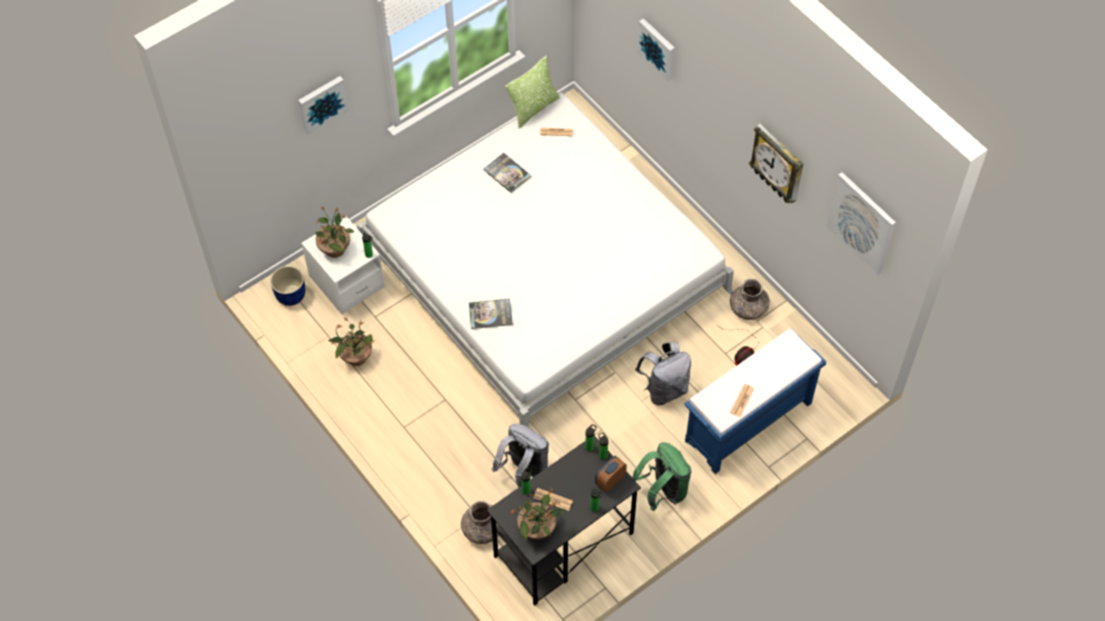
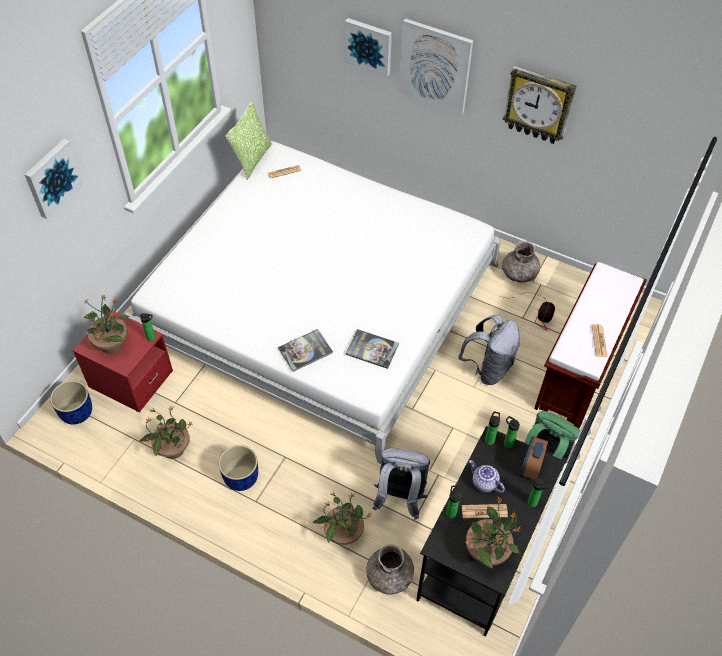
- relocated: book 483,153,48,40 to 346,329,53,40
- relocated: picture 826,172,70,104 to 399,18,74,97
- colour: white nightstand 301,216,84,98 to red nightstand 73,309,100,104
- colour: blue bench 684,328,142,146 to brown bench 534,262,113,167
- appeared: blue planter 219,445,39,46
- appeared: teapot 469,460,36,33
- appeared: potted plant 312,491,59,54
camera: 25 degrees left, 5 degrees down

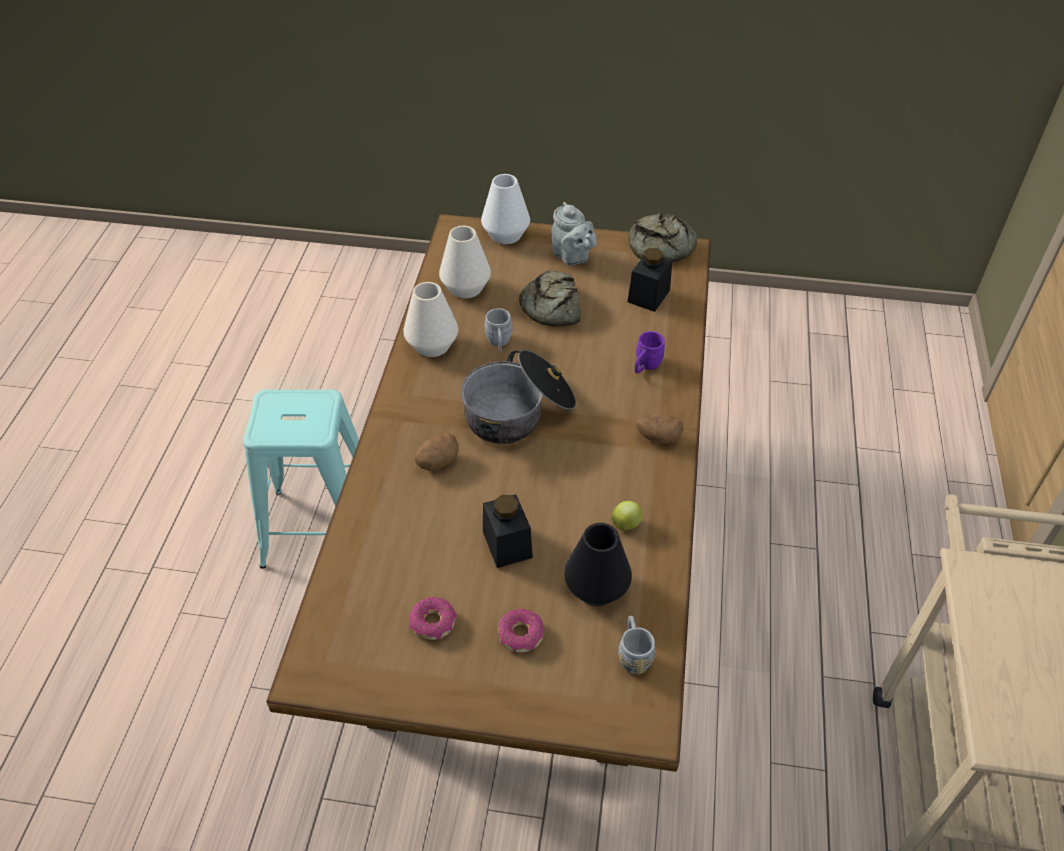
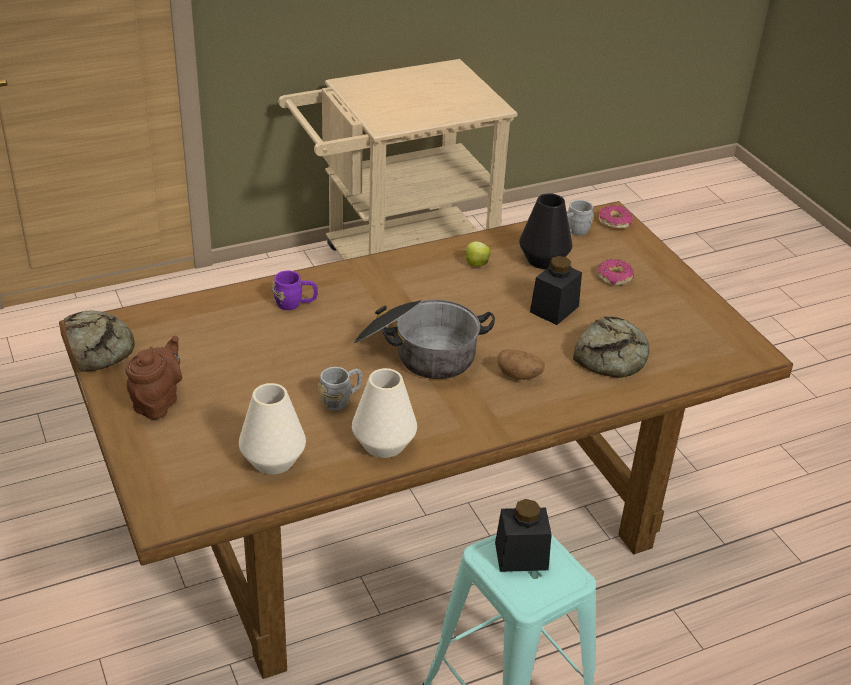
- missing: white vase 481,174,49,70
- colour: grey teapot 552,202,45,63 to brown teapot 126,336,56,84
- relocated: black jar 628,248,44,64 to 495,499,57,73
- relocated: bread 519,270,62,56 to 573,316,76,62
- missing: potato 636,412,47,31
- relocated: donut 409,597,48,43 to 599,205,34,24
camera: 125 degrees left, 10 degrees down

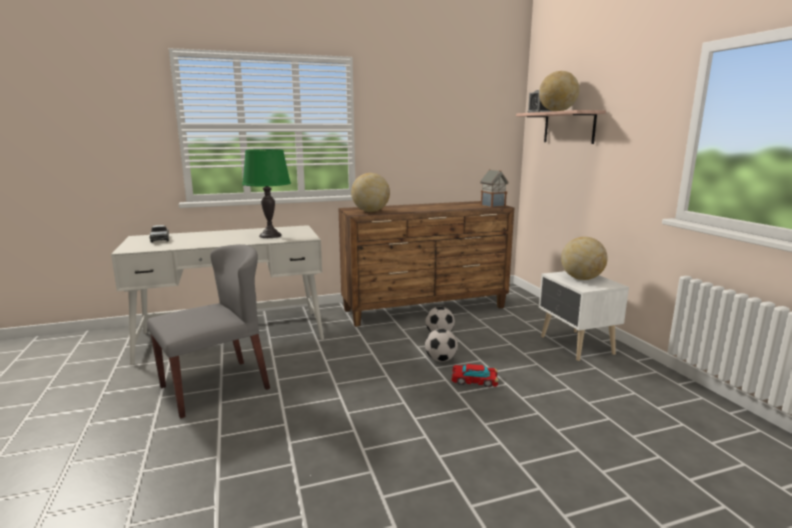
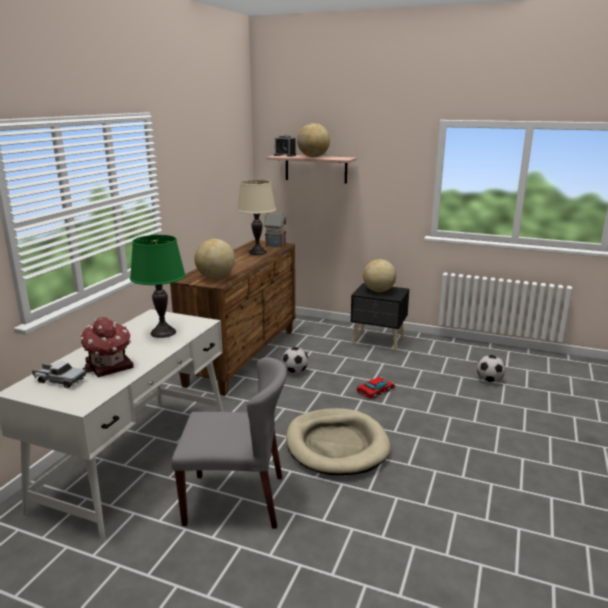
- spun: grey chair 147,244,123,175 = 171,357,116,172 90 degrees clockwise
- colour: white nightstand 539,271,90,90 to black nightstand 351,283,58,68
- relocated: football 425,329,33,33 to 477,355,28,27
- appeared: beige table lamp 237,180,39,75
- appeared: toy house 80,317,54,60
- appeared: beige dog bed 286,408,105,67
camera: 50 degrees left, 5 degrees up

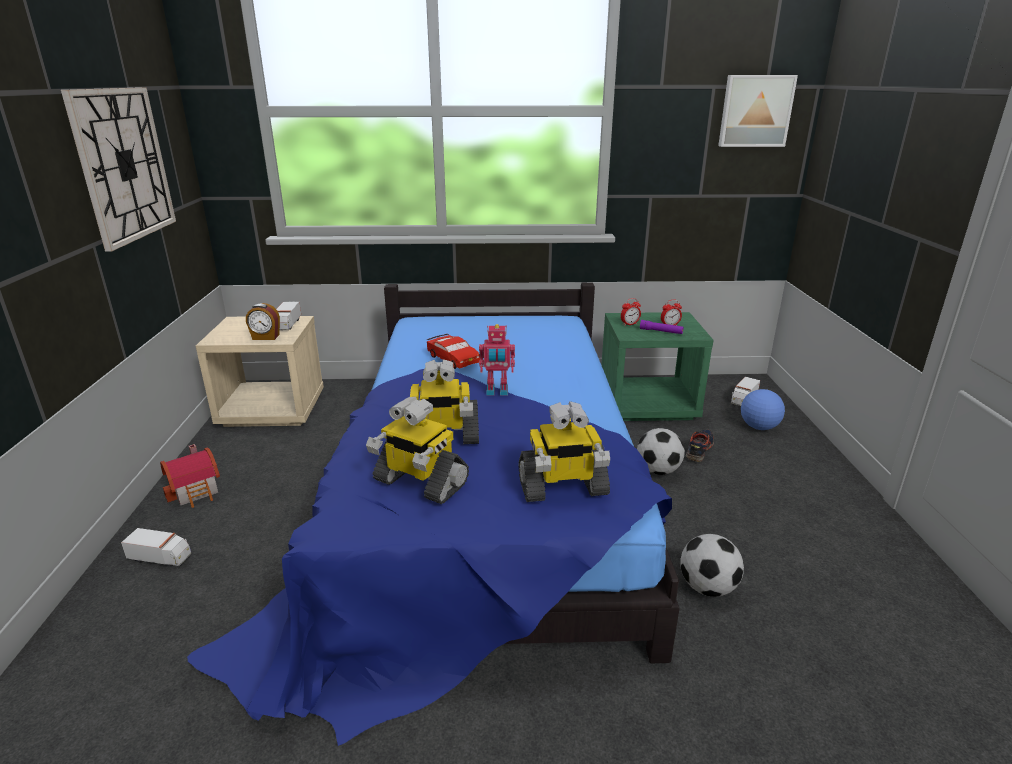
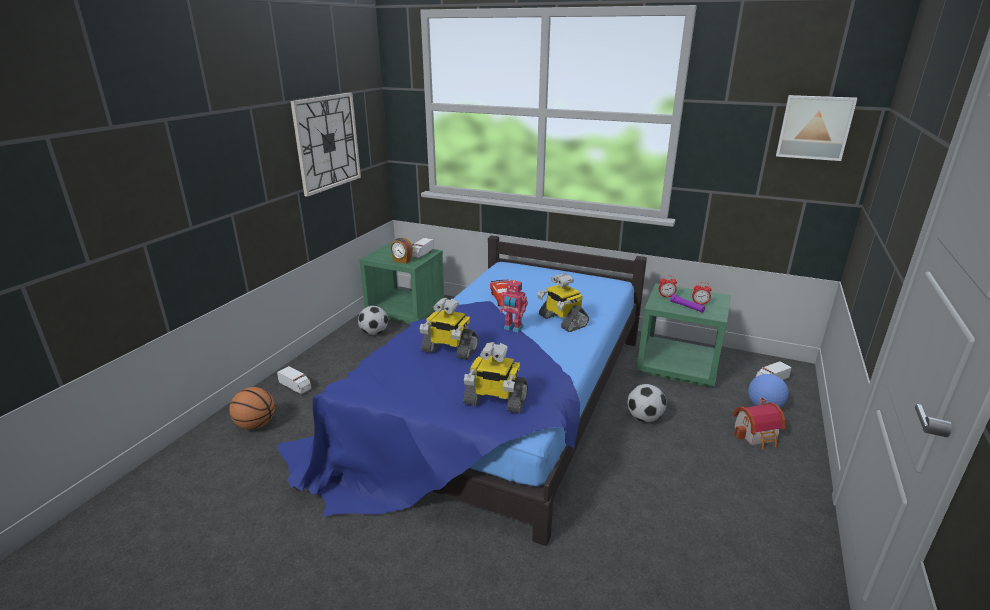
- colour: beige nightstand 196,316,128,111 to green nightstand 360,242,85,82
- relocated: toy robot 366,397,103,107 to 537,274,52,58
- missing: shoe 686,429,28,33
- relocated: toy house 160,444,60,64 to 733,398,52,52
- relocated: football 680,534,64,63 to 358,306,30,29
- appeared: basketball 229,387,46,43
camera: 25 degrees right, 0 degrees up

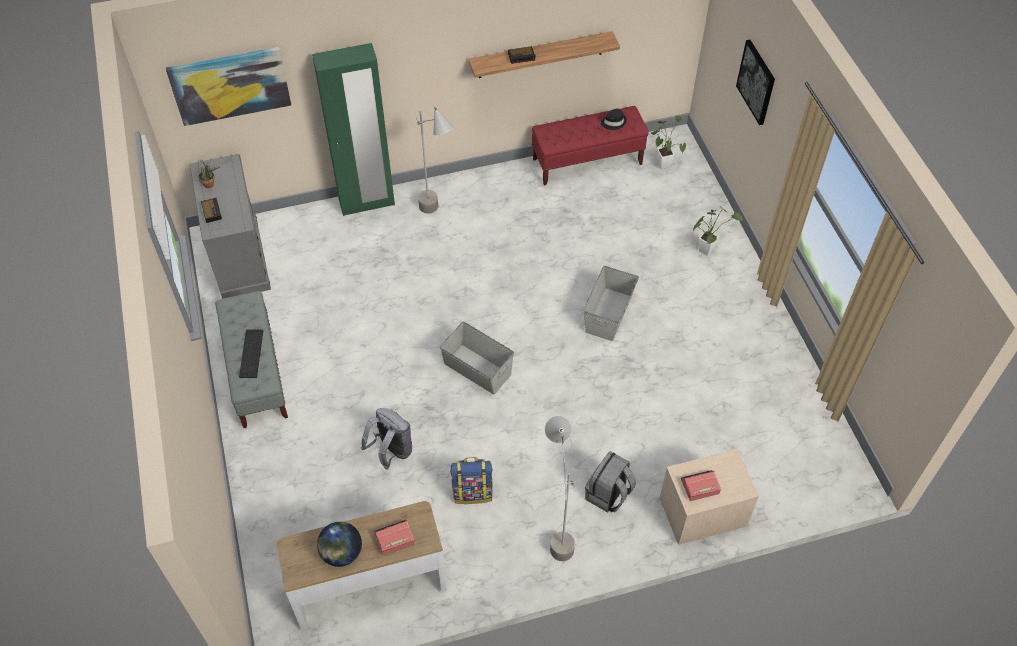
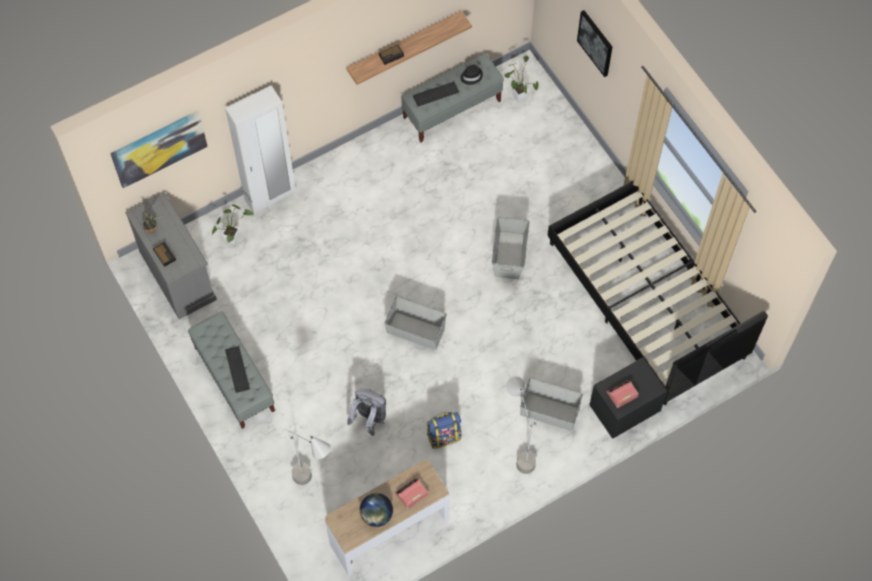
- colour: green wardrobe 312,43,83,173 to white wardrobe 225,85,71,129
- colour: red bench 532,106,117,80 to grey bench 401,54,103,88
- relocated: grey floor lamp 416,107,38,107 to 288,430,43,55
- relocated: potted plant 693,207,49,48 to 212,204,42,41
- colour: beige nightstand 660,449,99,96 to black nightstand 589,357,78,82
- exchanged: grey backpack 585,451,51,62 to grey storage box 520,378,63,53
- appeared: keyboard 413,82,46,24
- appeared: black bed 548,181,220,224
camera: 15 degrees left, 10 degrees up

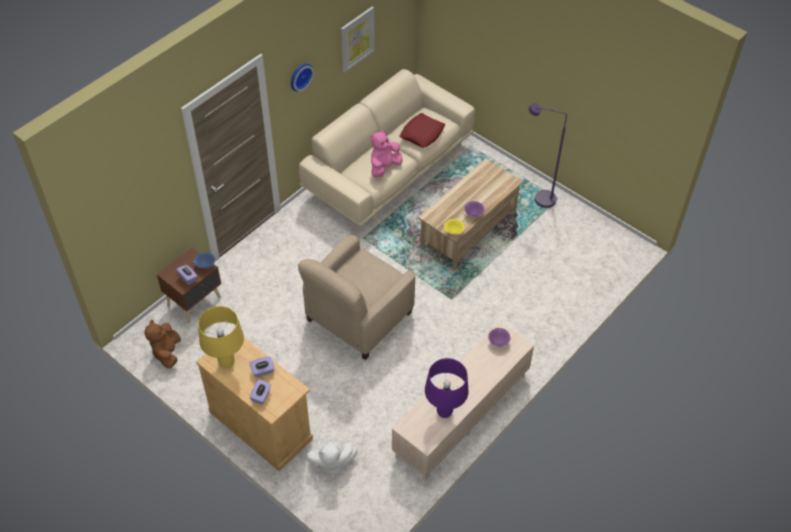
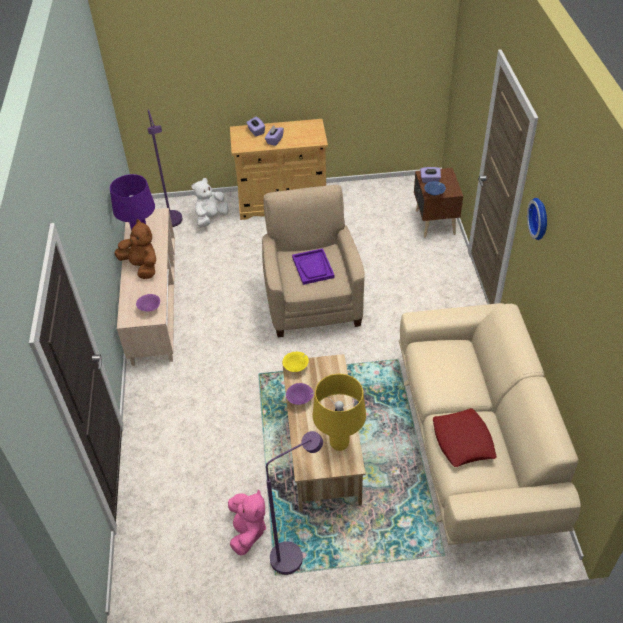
- missing: picture 341,7,34,66
- relocated: pink plush toy 370,130,33,48 to 228,489,38,67
- relocated: yellow table lamp 198,306,46,62 to 313,374,53,77
- relocated: brown plush toy 144,320,37,48 to 114,219,42,60
- appeared: purple floor lamp 147,109,35,118
- appeared: purple tray 292,248,43,37
camera: 135 degrees right, 5 degrees down

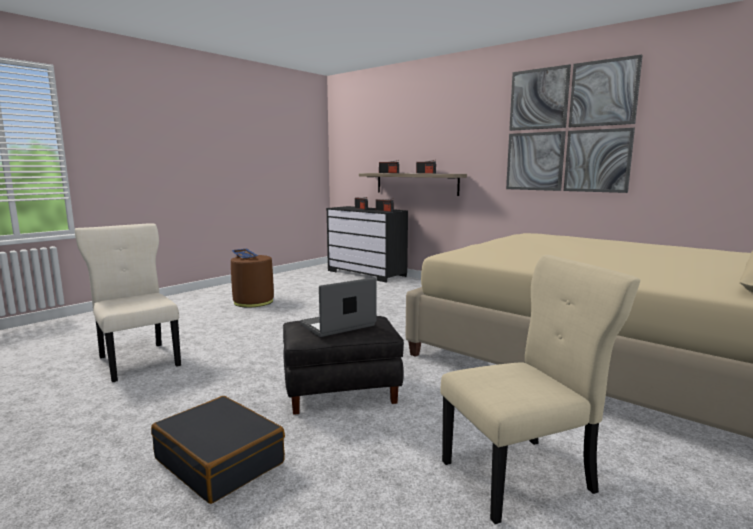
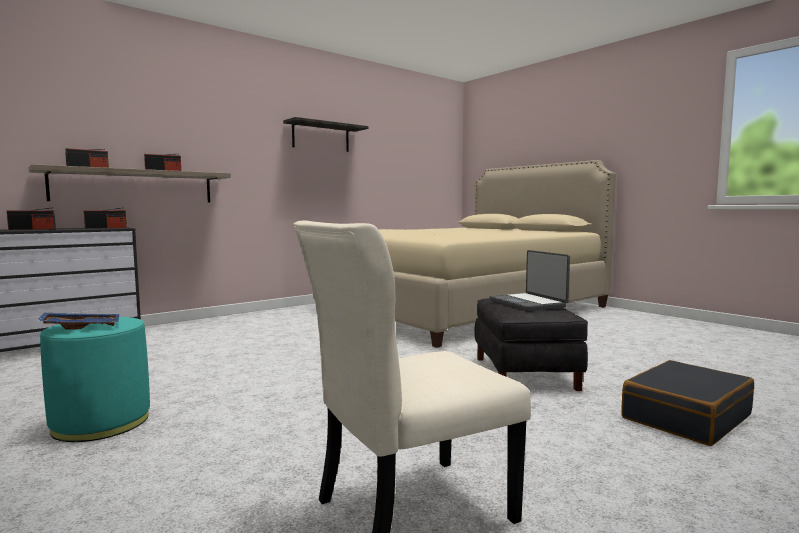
- exchanged: picture 506,54,137,139 to shelf 283,117,85,35
- colour: brown ottoman 231,255,43,52 to turquoise ottoman 40,317,110,125
- missing: beige chair 440,255,200,269
camera: 80 degrees left, 5 degrees down

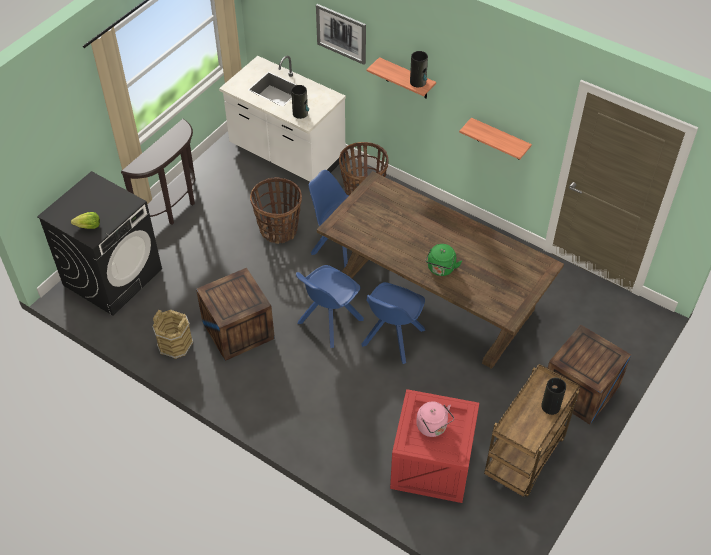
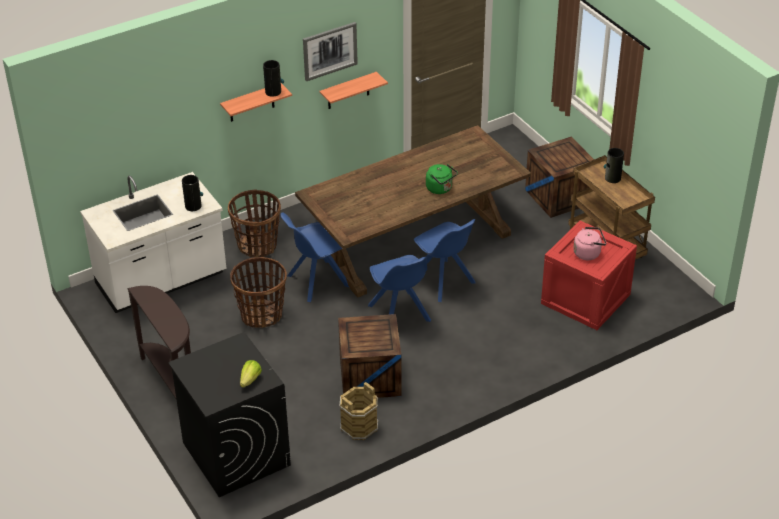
- relocated: picture 316,4,50,61 to 303,22,55,59
camera: 65 degrees left, 10 degrees down

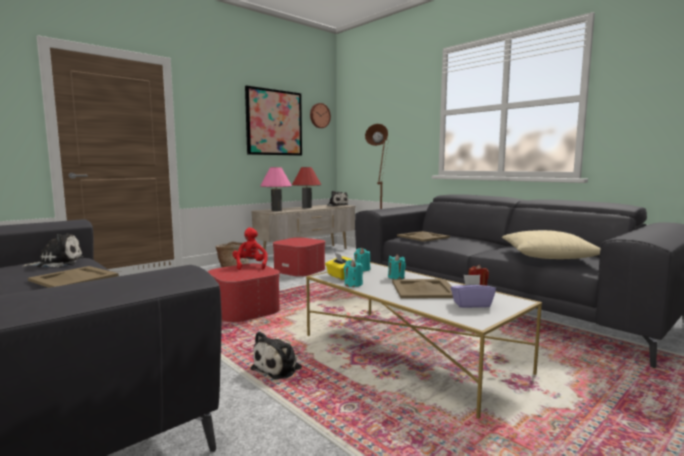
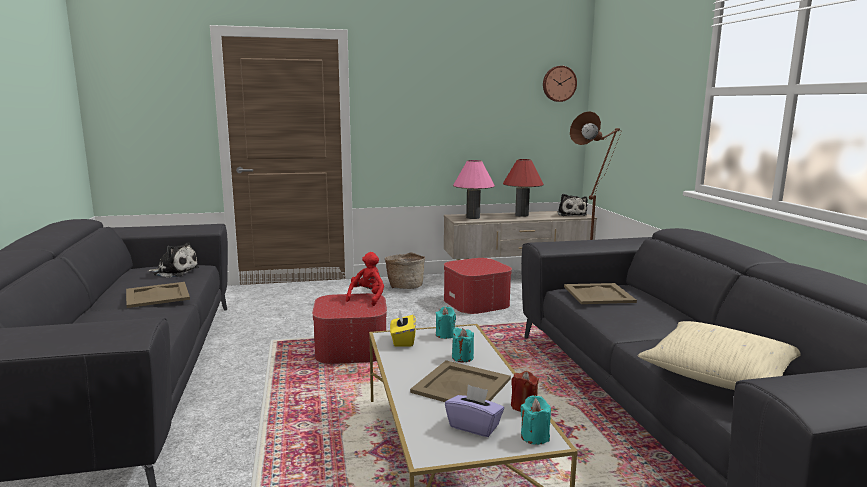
- missing: picture 245,85,57,71
- relocated: turquoise candle 344,260,19,27 to 521,395,30,50
- missing: plush toy 251,331,51,49
camera: 30 degrees right, 5 degrees up

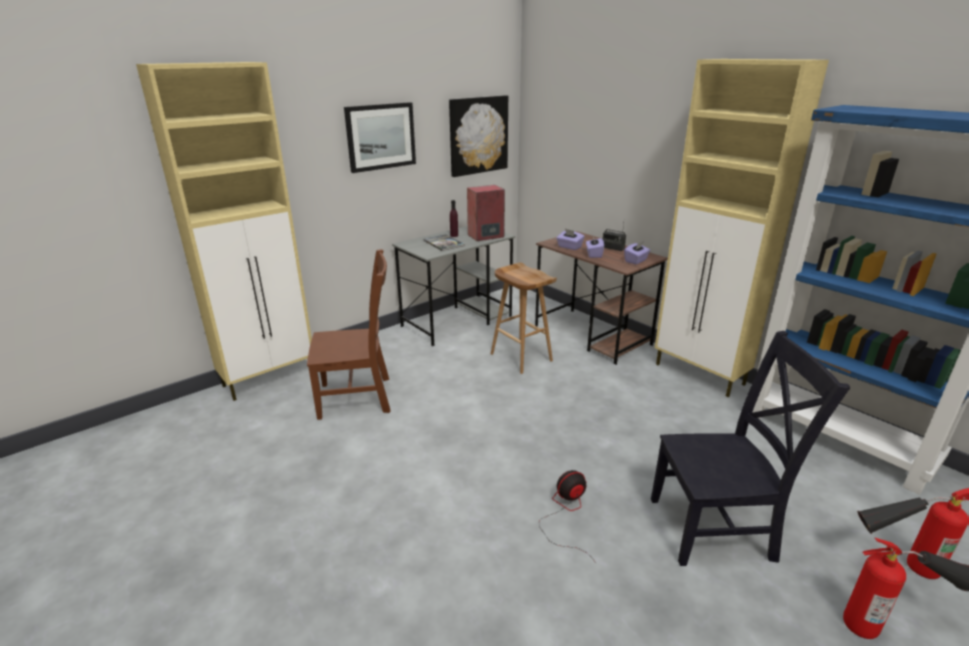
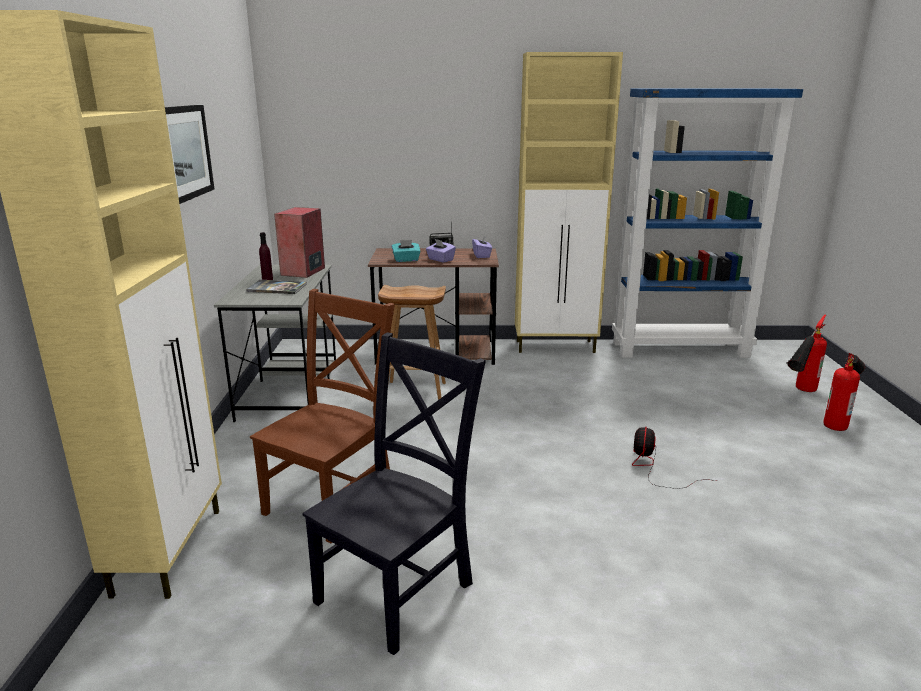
- missing: picture 449,95,59,82
- colour: purple tissue box 556,229,29,21 to turquoise tissue box 392,240,29,22
- relocated: black chair 651,331,199,235 to 302,333,184,322
camera: 50 degrees left, 5 degrees down

